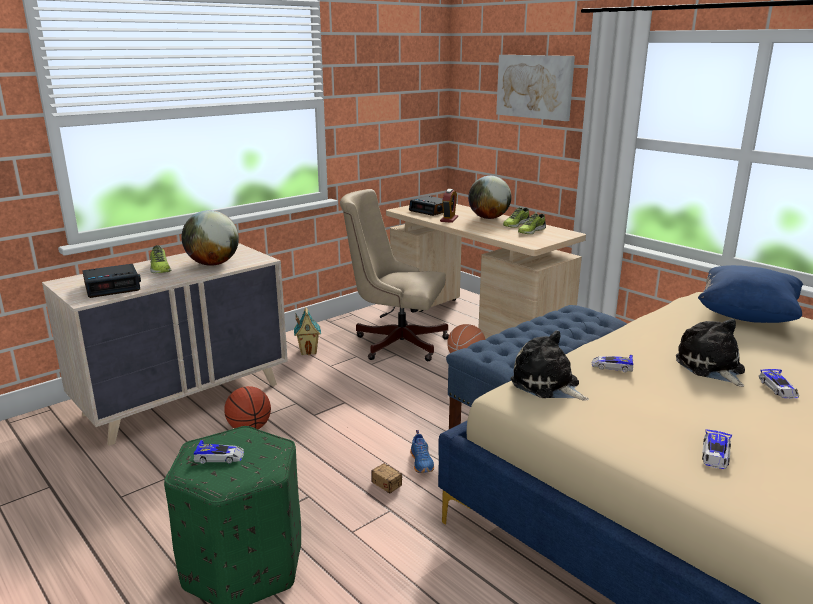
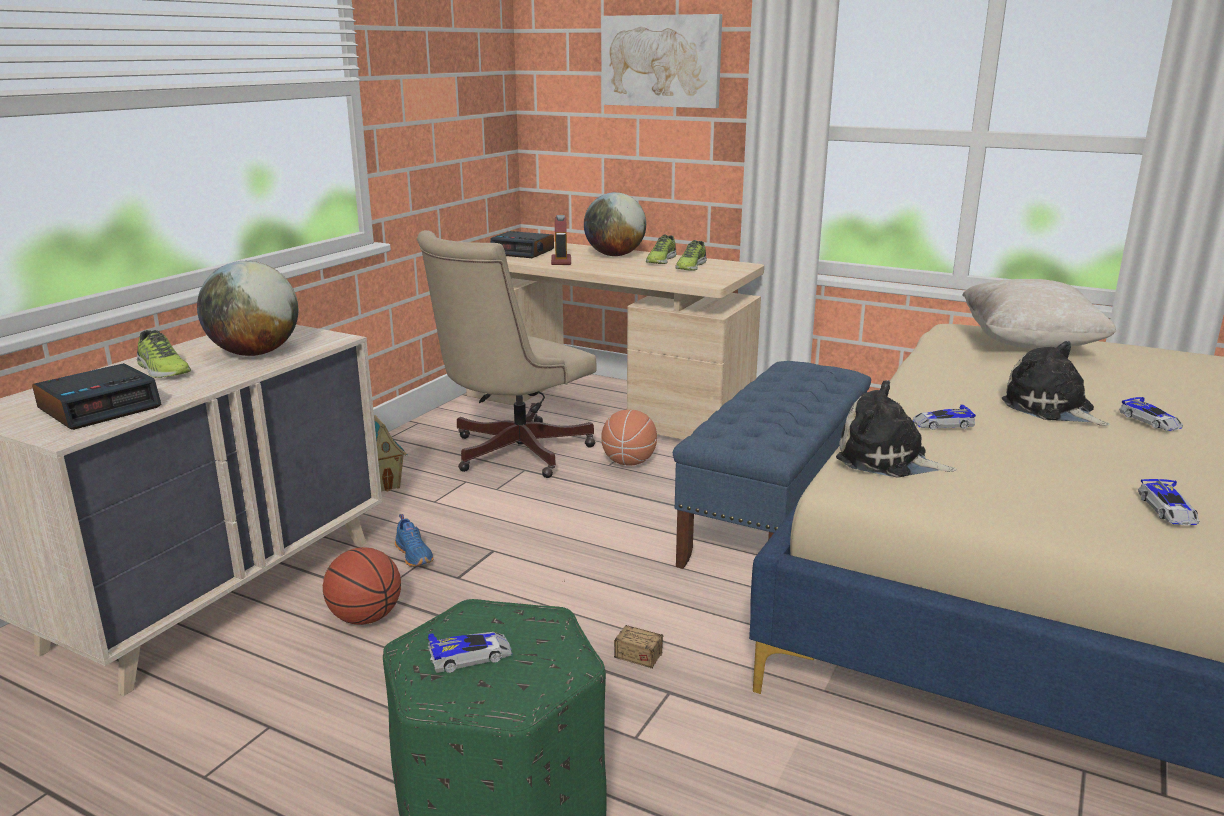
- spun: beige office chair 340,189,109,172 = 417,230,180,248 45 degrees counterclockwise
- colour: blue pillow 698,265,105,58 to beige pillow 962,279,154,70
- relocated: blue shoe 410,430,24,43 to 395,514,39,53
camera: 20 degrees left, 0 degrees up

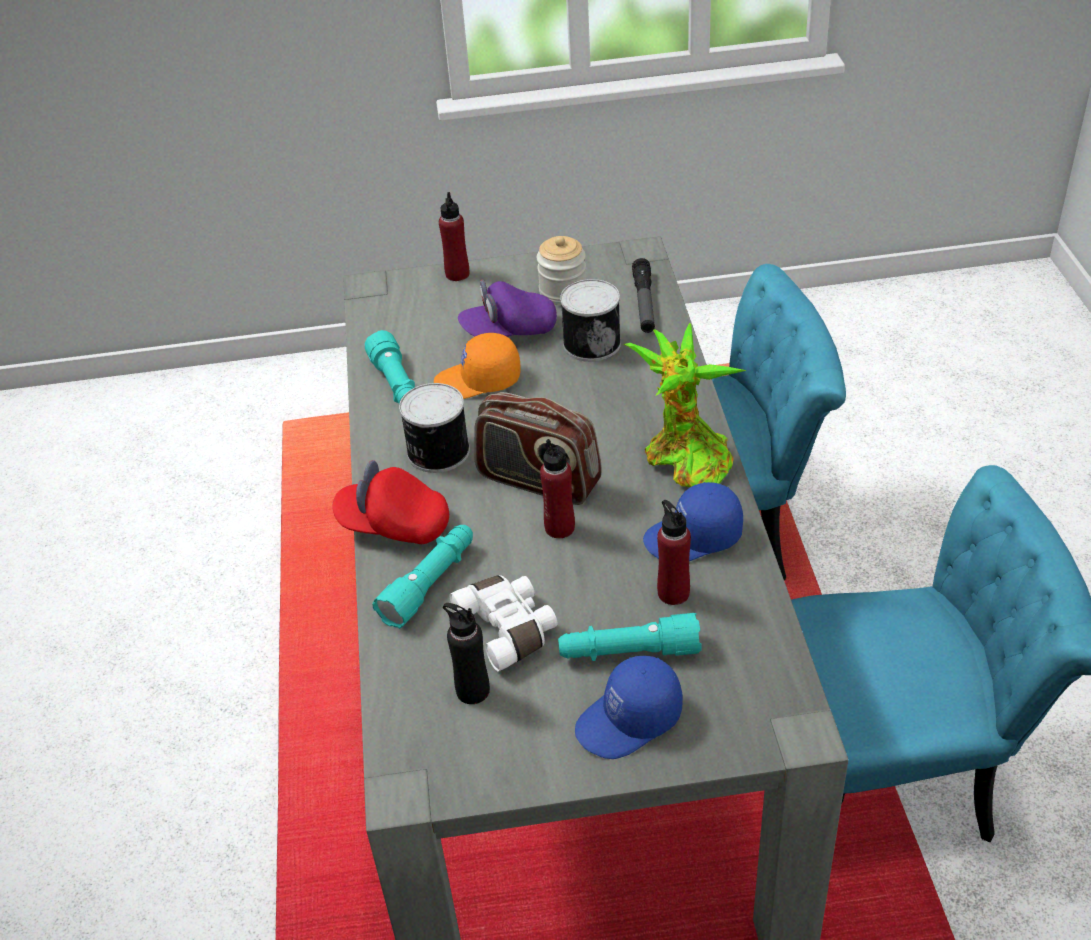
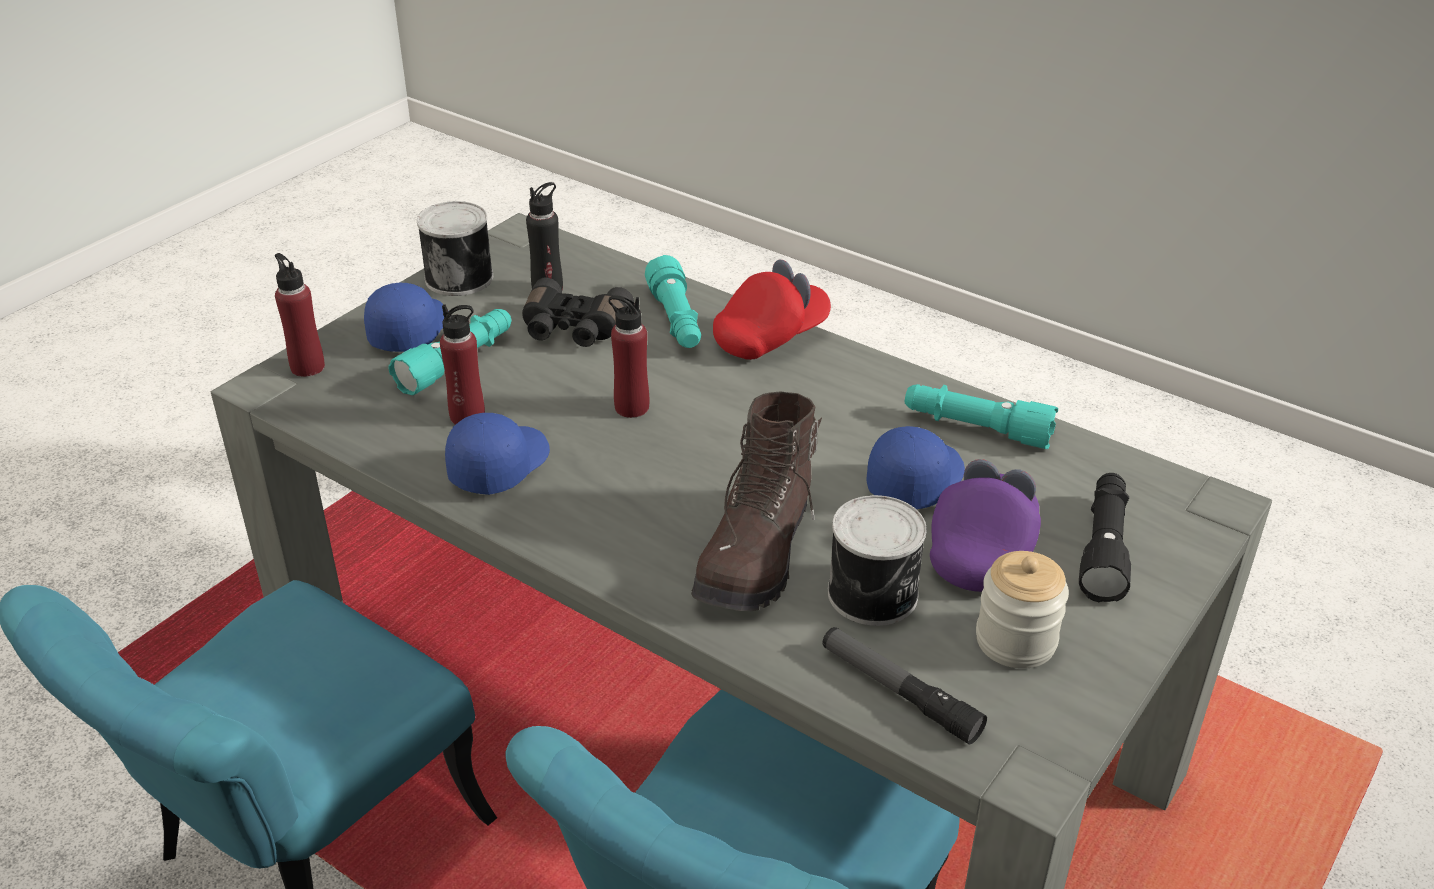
- relocated: red bottle 439,192,30,89 to 275,253,50,124
- missing: potted plant 624,323,122,164
- colour: orange cap 434,333,86,66 to blue cap 867,426,98,83
- relocated: can 399,383,71,90 to 417,201,76,95
- missing: radio 474,392,128,113
- colour: white binoculars 449,575,108,96 to black binoculars 522,277,112,70
- appeared: brown boot 691,392,131,219
- appeared: black flashlight 1079,473,52,129
camera: 130 degrees right, 5 degrees down

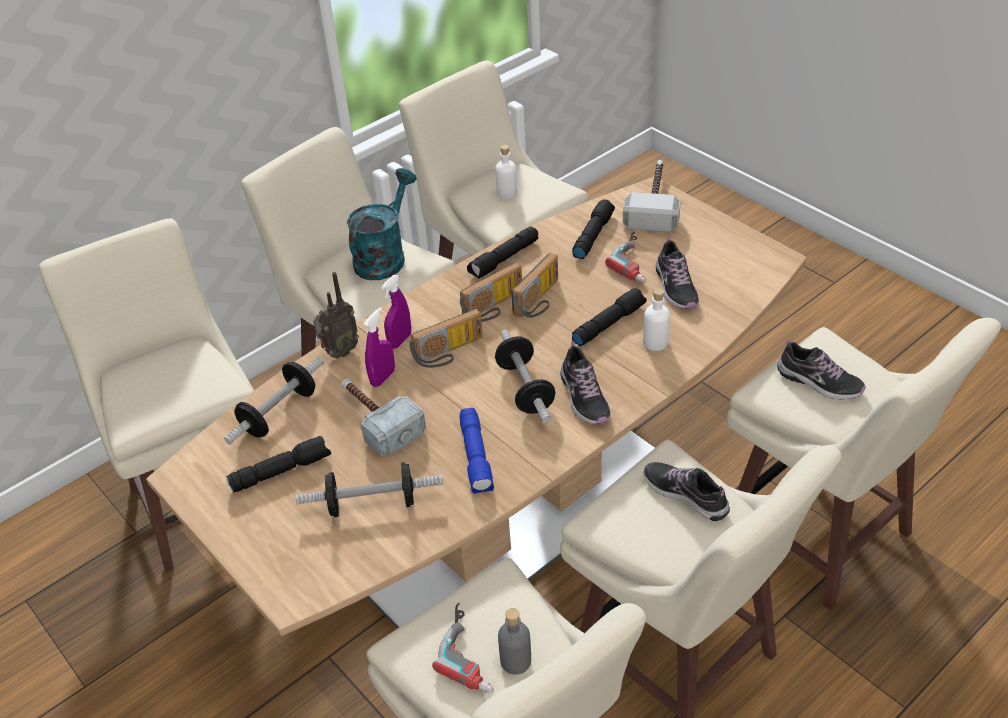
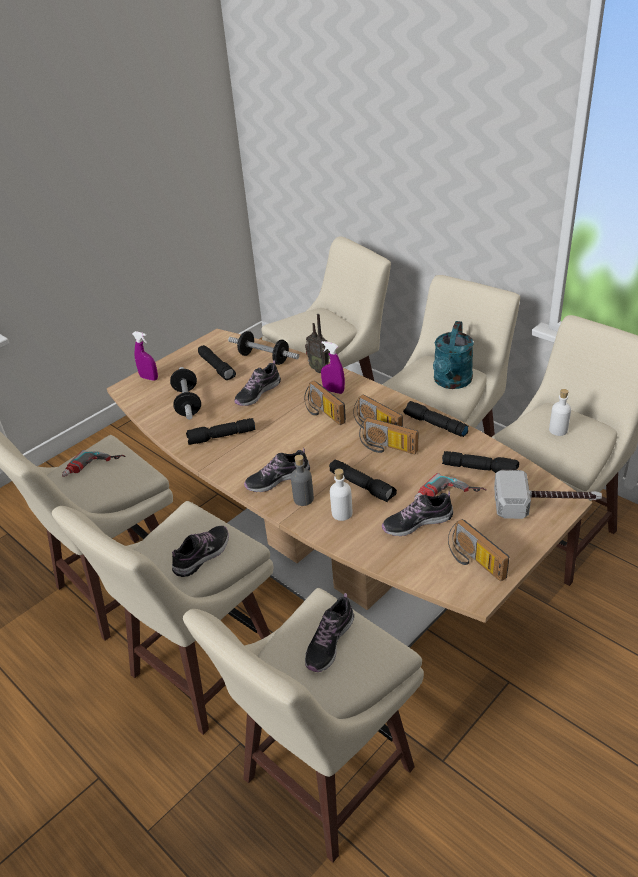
- spun: turquoise watering can 347,168,70,112 = 433,321,41,68 90 degrees clockwise
- relocated: purple spray bottle 363,307,32,80 to 132,331,26,50
- missing: dumbbell 495,330,60,93
- exchanged: hammer 341,378,85,78 to shoe 234,360,47,46
- colour: blue flashlight 459,408,35,86 to black flashlight 186,418,70,27
- relocated: grey bottle 498,608,33,67 to 291,455,23,51
- appeared: radio 448,519,61,62
camera: 85 degrees right, 5 degrees down

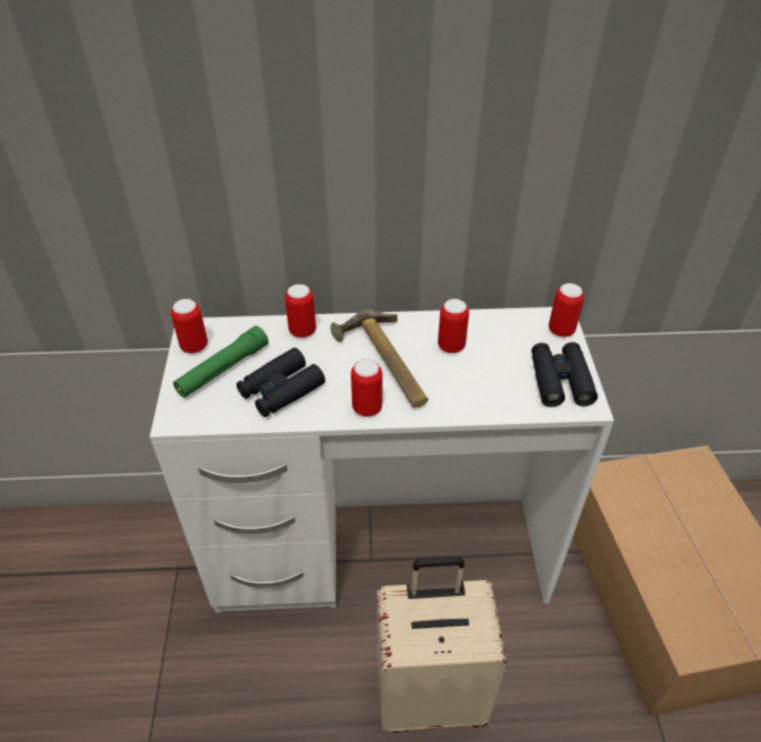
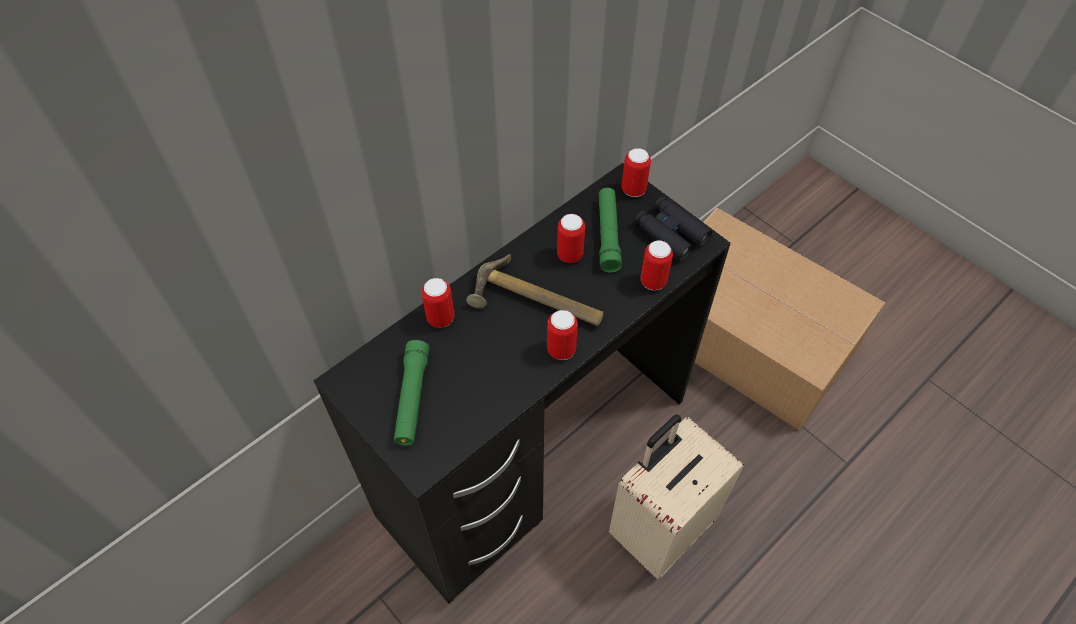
- relocated: can 171,299,37,55 to 640,240,33,50
- colour: white desk 150,307,464,306 to black desk 314,163,417,441
- missing: black binoculars 236,348,89,69
- appeared: green flashlight 599,188,23,85
camera: 40 degrees left, 10 degrees up

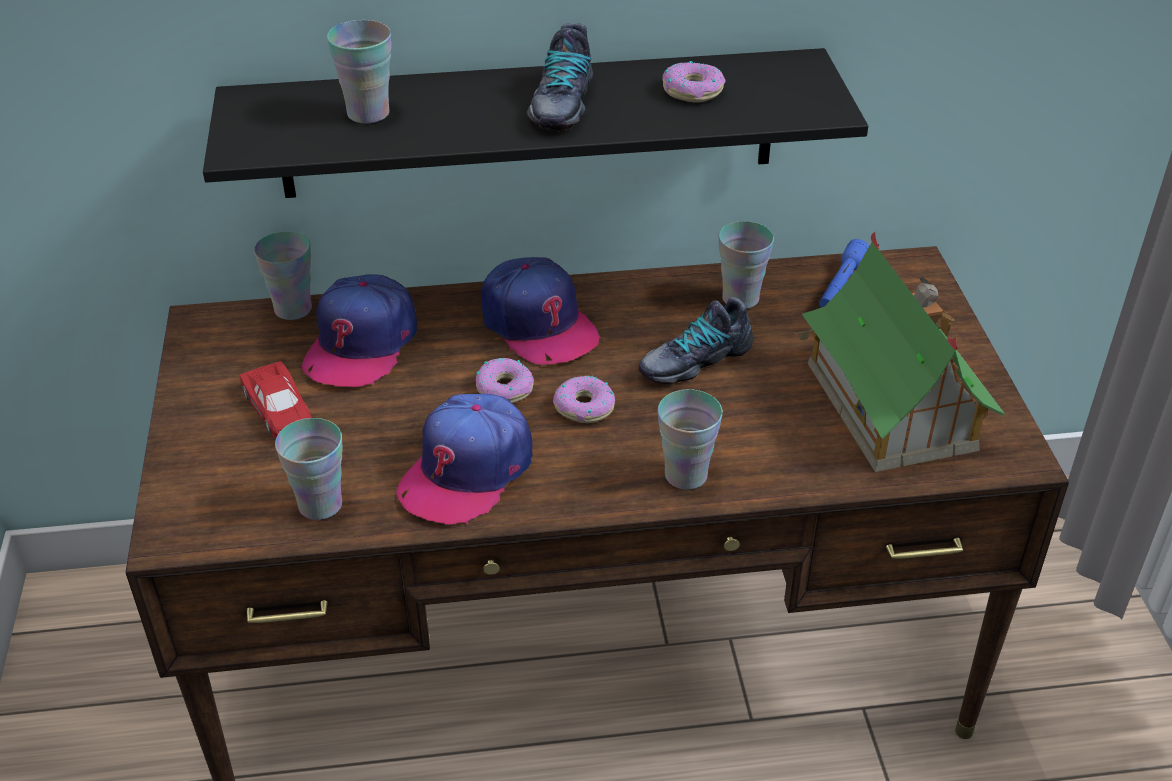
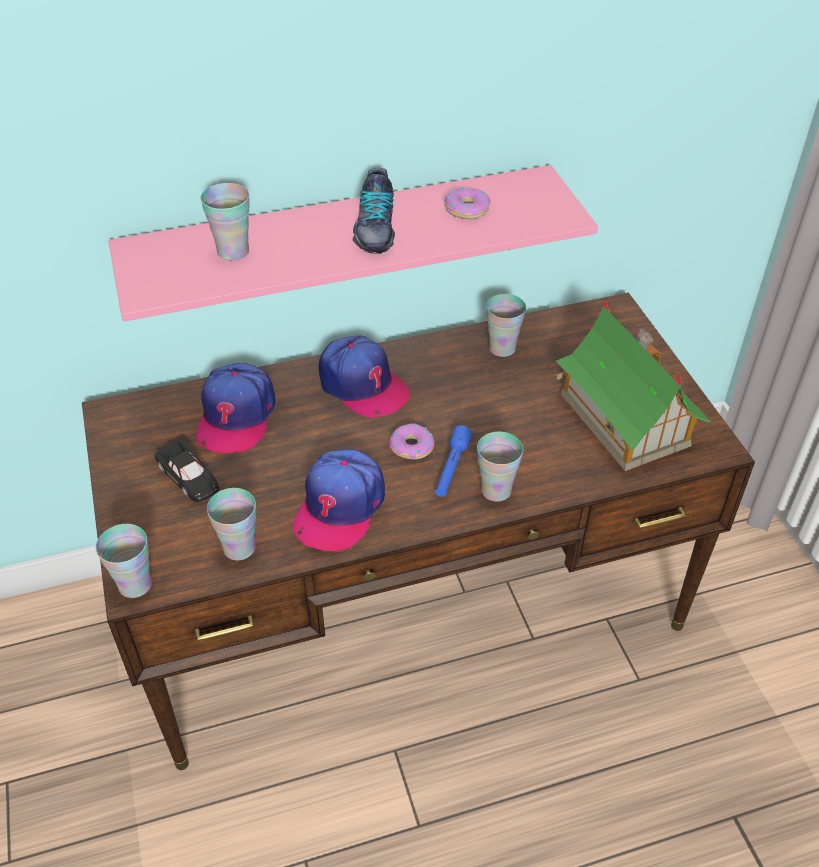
- colour: black shelf 203,48,665,150 to pink shelf 108,165,490,156
- relocated: cup 254,231,58,89 to 96,524,56,74
- relocated: blue flashlight 819,239,50,69 to 435,425,38,72
- missing: shoe 638,297,115,88
- missing: donut 476,358,58,45
- colour: red toy car 240,361,72,78 to black toy car 154,439,65,63
camera: 10 degrees left, 5 degrees up

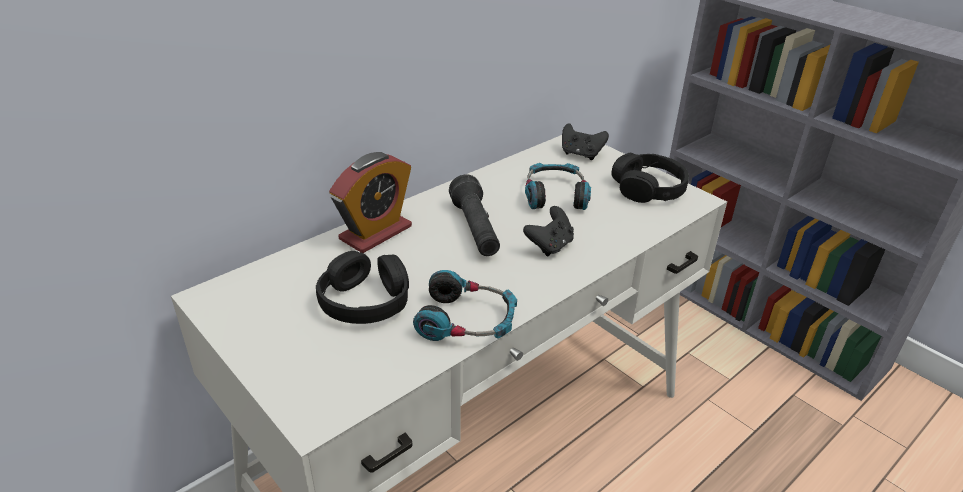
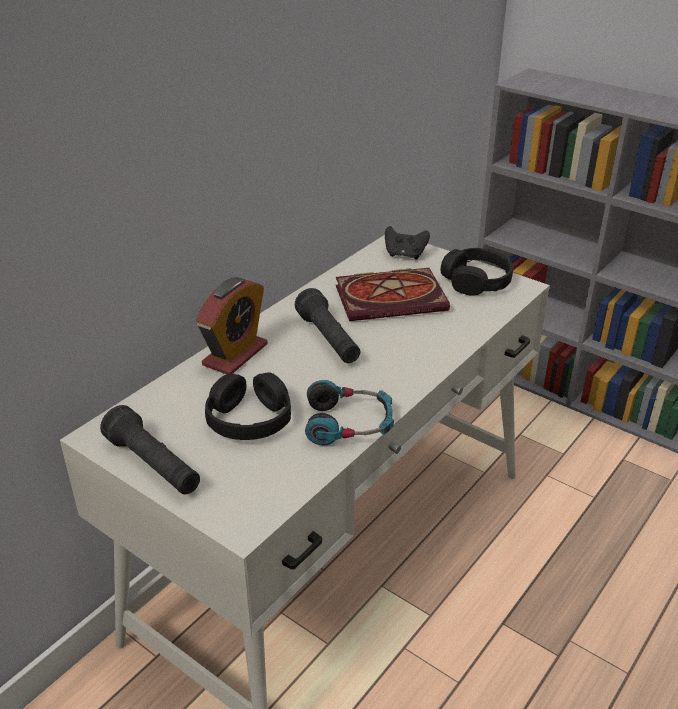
- exchanged: headphones 525,163,66,47 to book 336,268,114,53
- missing: black game controller 523,206,51,50
- appeared: black flashlight 100,405,100,90
camera: 10 degrees left, 0 degrees up

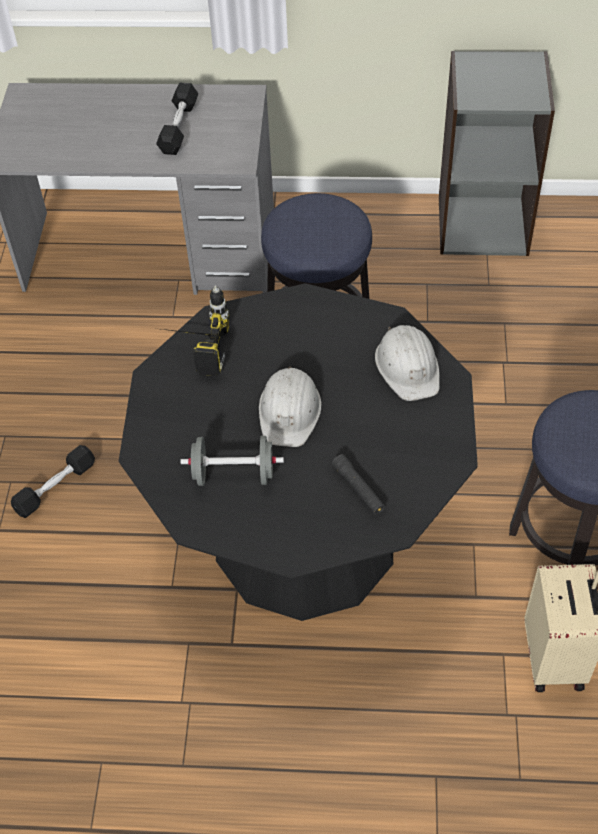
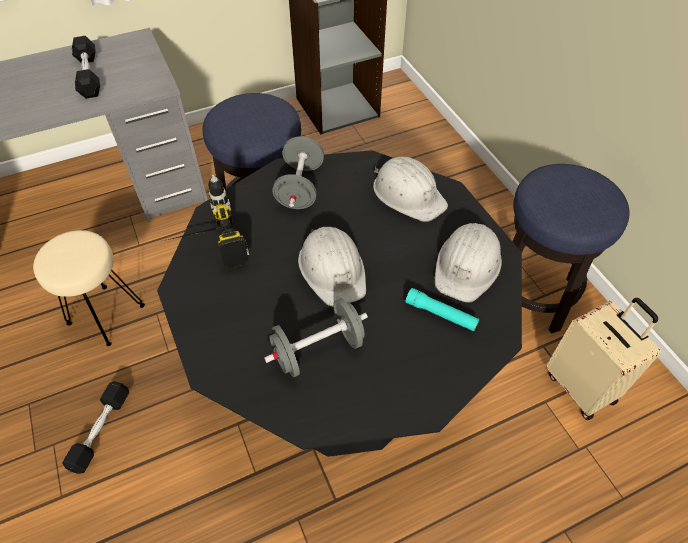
- colour: black flashlight 332,454,53,60 to turquoise flashlight 405,288,74,43
- appeared: grey dumbbell 273,136,51,73
- appeared: white hard hat 435,223,67,79
- appeared: beige stool 33,230,112,116
camera: 30 degrees left, 0 degrees up

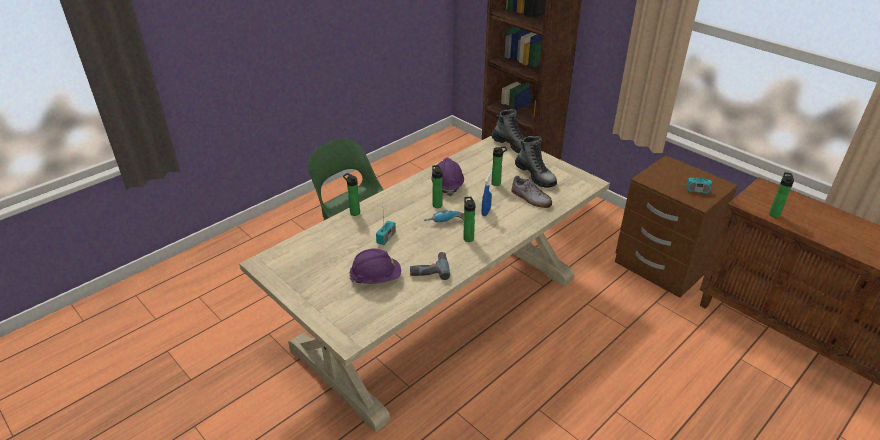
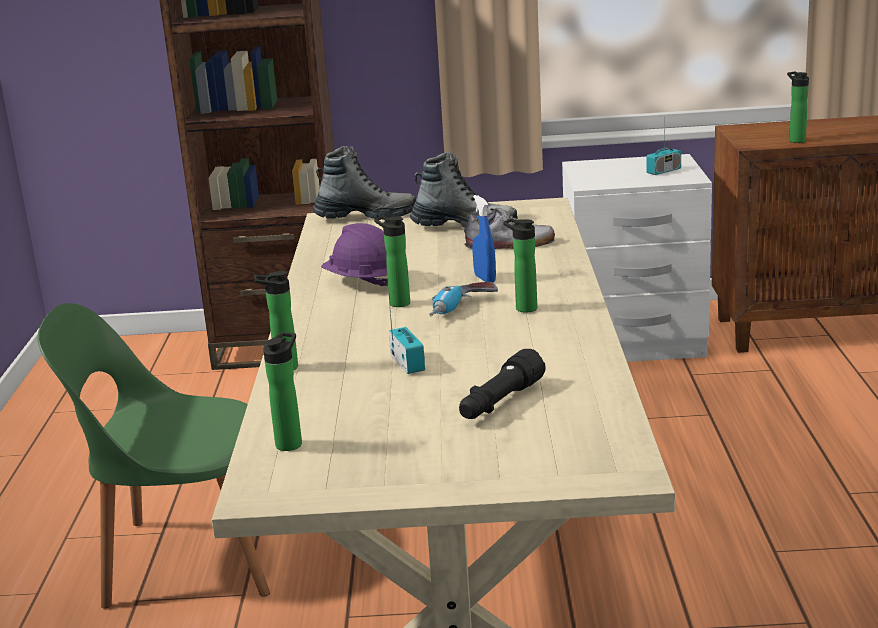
- relocated: bottle 491,146,16,40 to 263,332,39,119
- colour: brown nightstand 615,155,123,143 to white nightstand 562,154,150,208
- exchanged: purple hard hat 349,248,52,36 to black flashlight 459,349,87,70
- missing: power drill 410,252,40,28
camera: 45 degrees left, 15 degrees down

